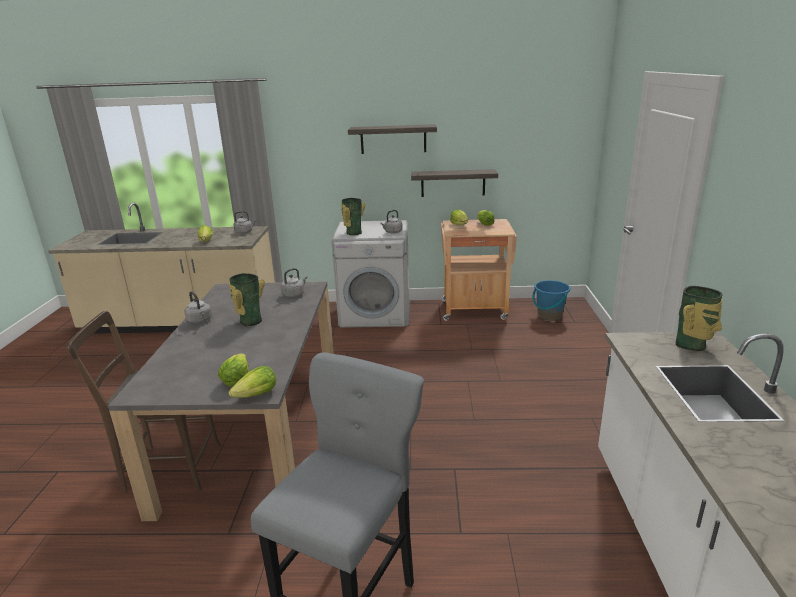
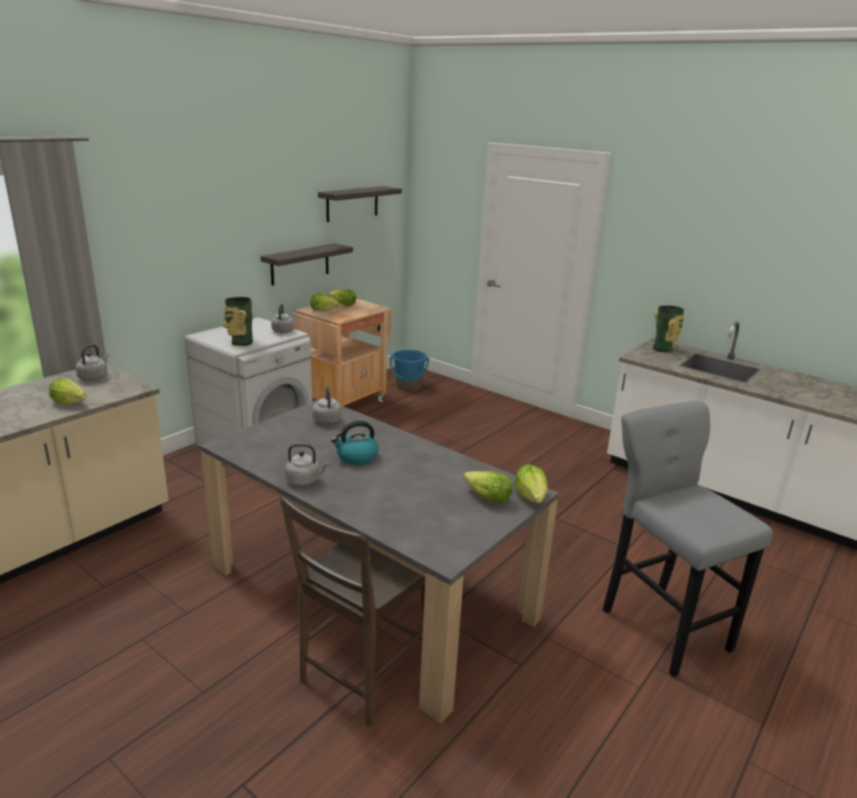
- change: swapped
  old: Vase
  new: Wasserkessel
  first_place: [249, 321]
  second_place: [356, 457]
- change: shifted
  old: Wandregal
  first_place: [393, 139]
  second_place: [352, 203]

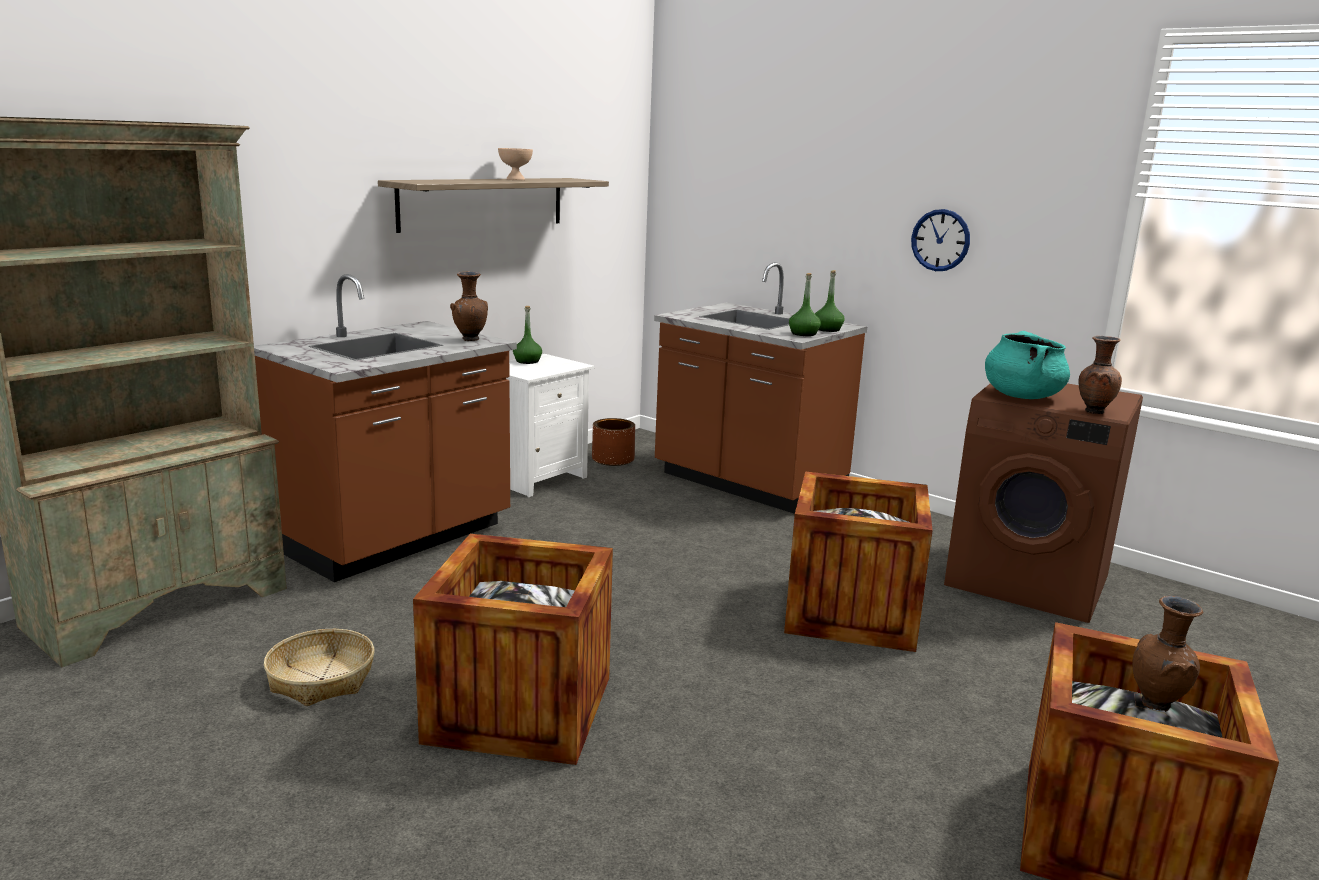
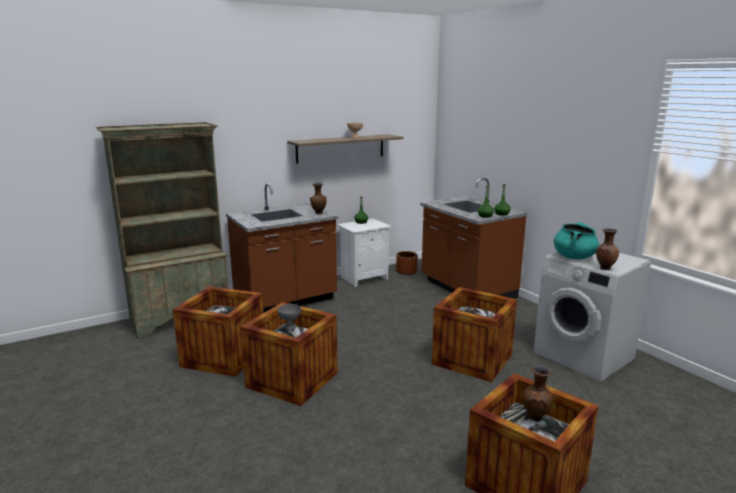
- change: swapped
  old: Korb
  new: Kiste
  first_place: [322, 679]
  second_place: [224, 356]
- change: gone
  old: Wanduhr
  first_place: [940, 240]
- change: repainted
  old: Waschmaschine (braun)
  new: Waschmaschine (weiß)
  first_place: [1026, 581]
  second_place: [582, 355]
- change: new
  new: Schüssel (grau)
  second_place: [290, 327]

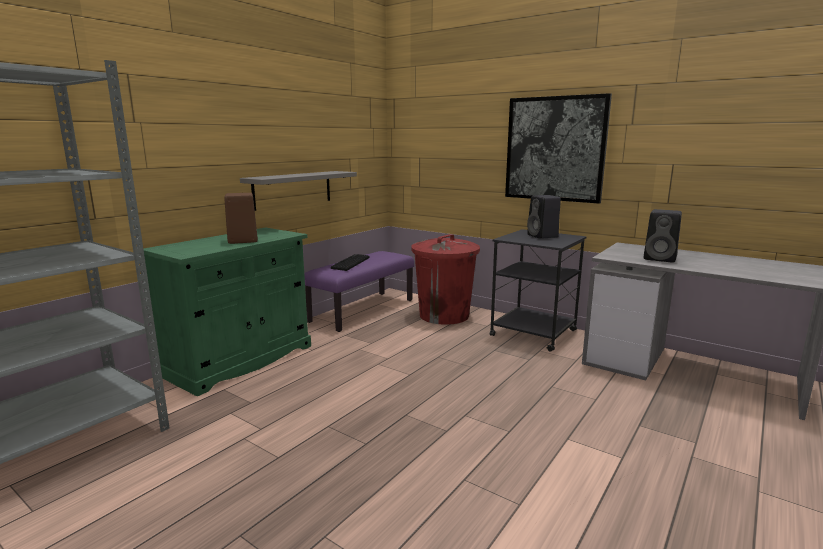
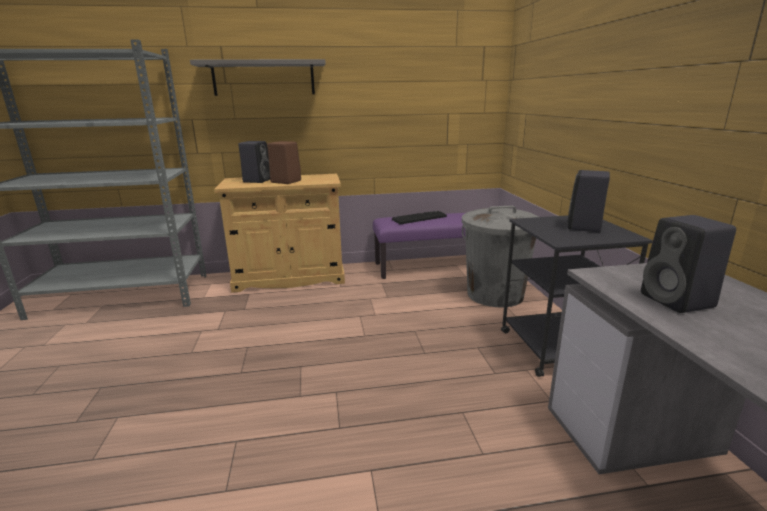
- change: repainted
  old: Schrank (grün)
  new: Schrank (beige)
  first_place: [240, 360]
  second_place: [290, 278]
- change: shifted
  old: Wandregal (grau)
  first_place: [293, 189]
  second_place: [263, 78]
- change: repainted
  old: Mülleimer (rot)
  new: Mülleimer (grau)
  first_place: [444, 315]
  second_place: [495, 294]
- change: gone
  old: Bild
  first_place: [555, 149]
- change: new
  new: Lautsprecher (schwarz)
  second_place: [257, 180]

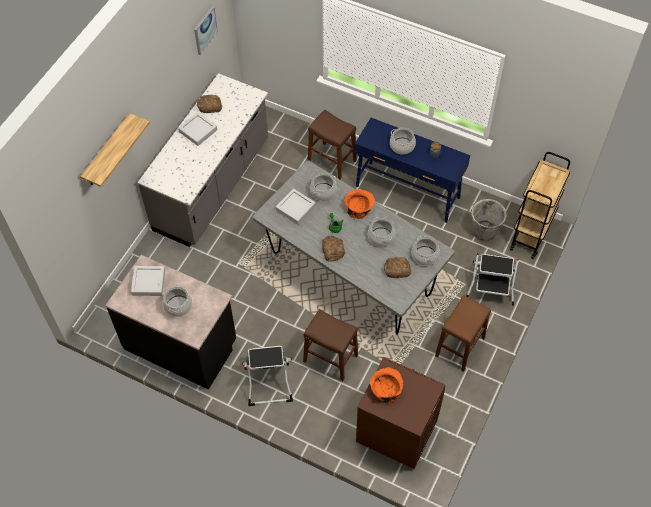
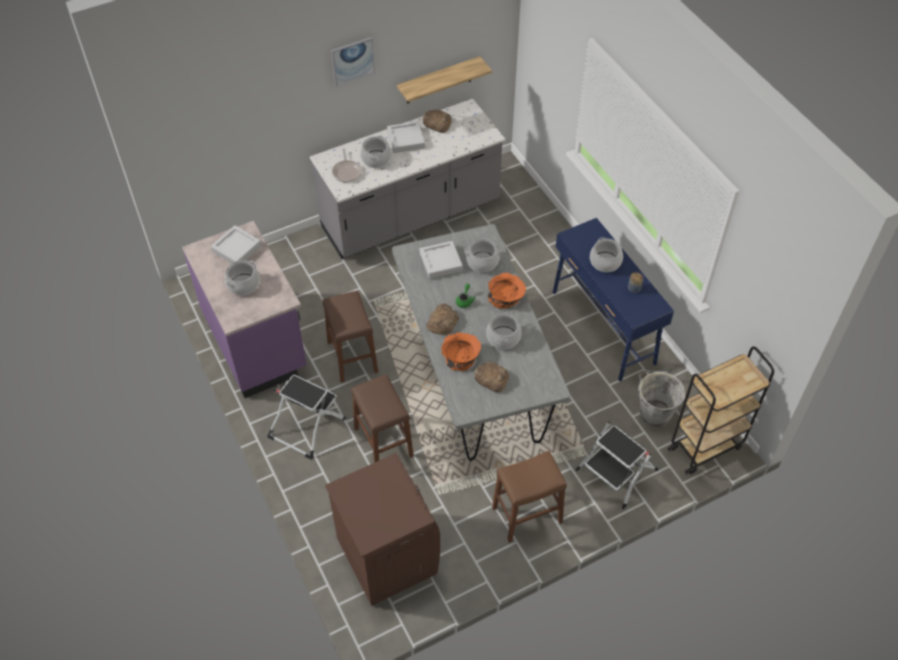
- change: shifted
  old: Wandregal
  first_place: [107, 152]
  second_place: [438, 81]
- change: repainted
  old: Küchenzeile (schwarz)
  new: Küchenzeile (lila)
  first_place: [181, 344]
  second_place: [256, 342]
- change: shifted
  old: Bild
  first_place: [205, 30]
  second_place: [352, 61]
- change: shifted
  old: Hocker (braun)
  first_place: [332, 160]
  second_place: [352, 357]
- change: shifted
  old: Schüssel (orange)
  first_place: [386, 388]
  second_place: [461, 356]
- change: shifted
  old: Kochtopf
  first_place: [424, 255]
  second_place: [376, 159]
- change: new
  new: Pfanne
  second_place: [347, 172]

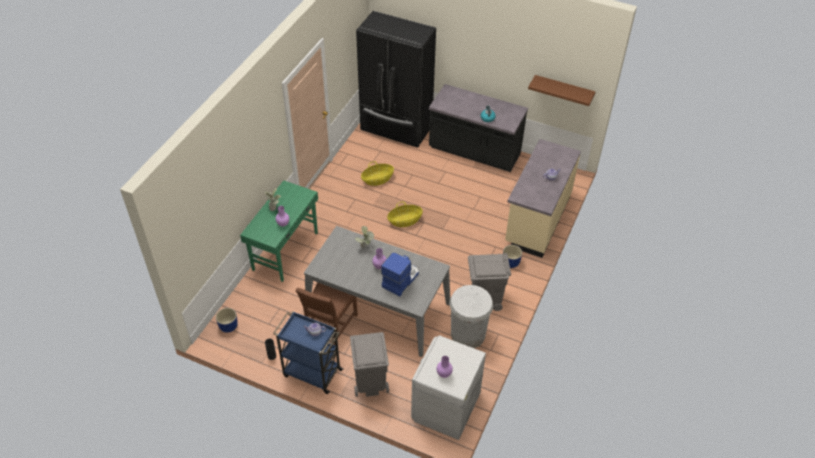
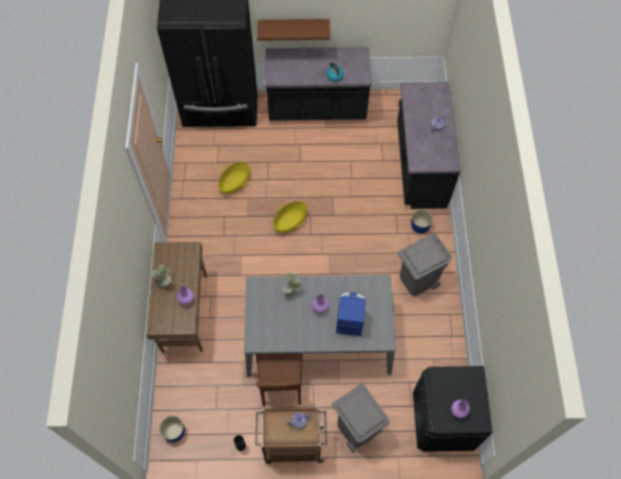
- change: repainted
  old: Konsolentisch (grün)
  new: Konsolentisch (braun)
  first_place: [285, 251]
  second_place: [184, 312]
- change: repainted
  old: Rollwagen (blau)
  new: Rollwagen (braun)
  first_place: [311, 372]
  second_place: [292, 445]
- change: repainted
  old: Waschmaschine (weiß)
  new: Waschmaschine (schwarz)
  first_place: [444, 406]
  second_place: [442, 420]
- change: gone
  old: Mülleimer (weiß)
  first_place: [468, 334]
- change: repainted
  old: Küchenzeile (beige)
  new: Küchenzeile (schwarz)
  first_place: [537, 219]
  second_place: [419, 165]
- change: shifted
  old: Wandregal (braun)
  first_place: [563, 90]
  second_place: [293, 26]

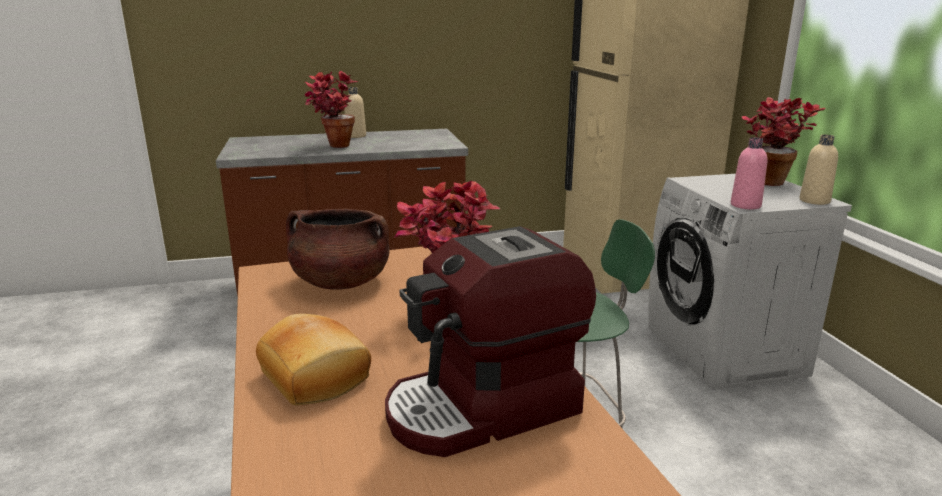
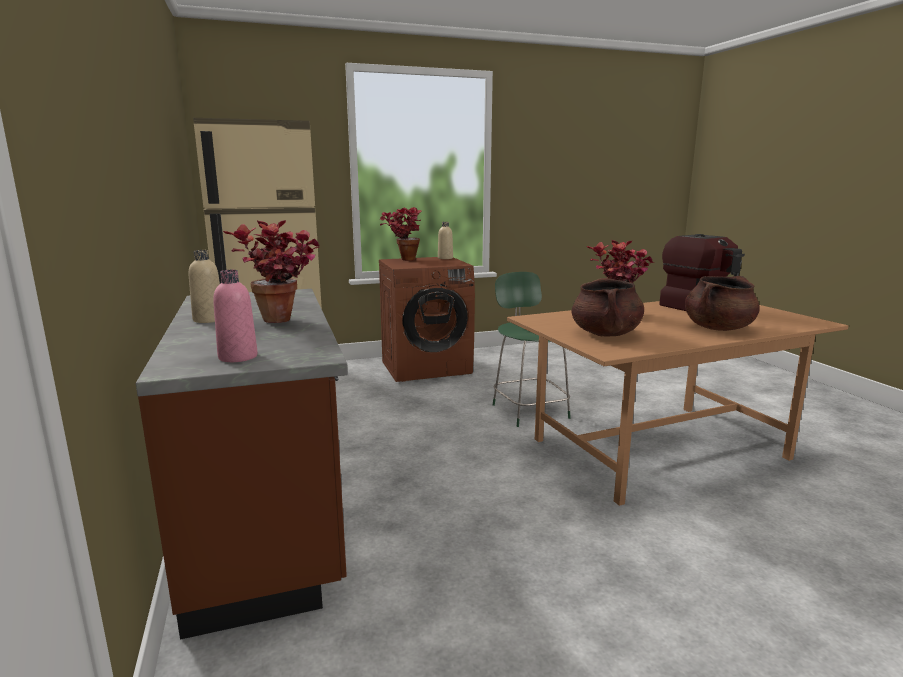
- change: swapped
  old: Brot
  new: Kochtopf (braun)
  first_place: [317, 376]
  second_place: [718, 328]
- change: repainted
  old: Waschmaschine (weiß)
  new: Waschmaschine (braun)
  first_place: [723, 354]
  second_place: [426, 369]
- change: shifted
  old: Flasche (rosa)
  first_place: [745, 205]
  second_place: [238, 357]

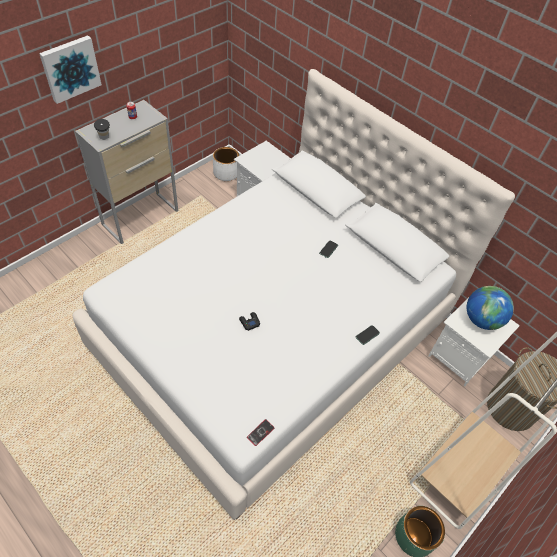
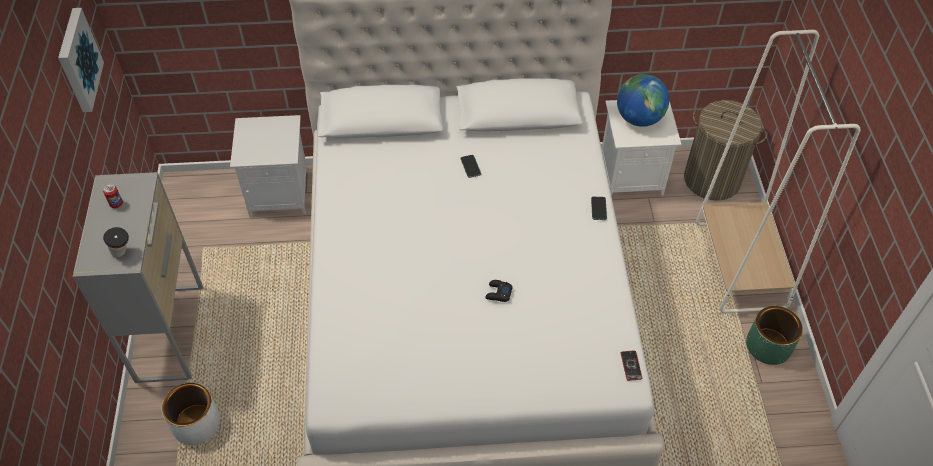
- change: shifted
  old: Bild
  first_place: [70, 68]
  second_place: [77, 60]
- change: shifted
  old: Pflanzkübel (weiß)
  first_place: [226, 173]
  second_place: [196, 423]

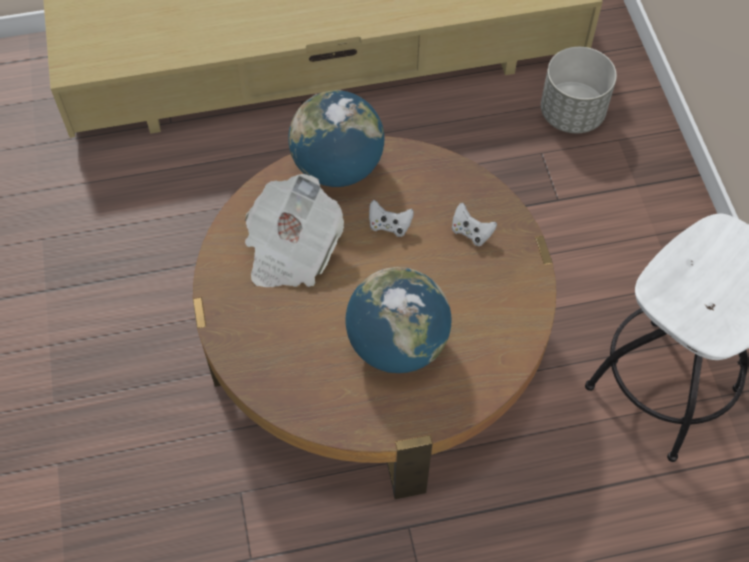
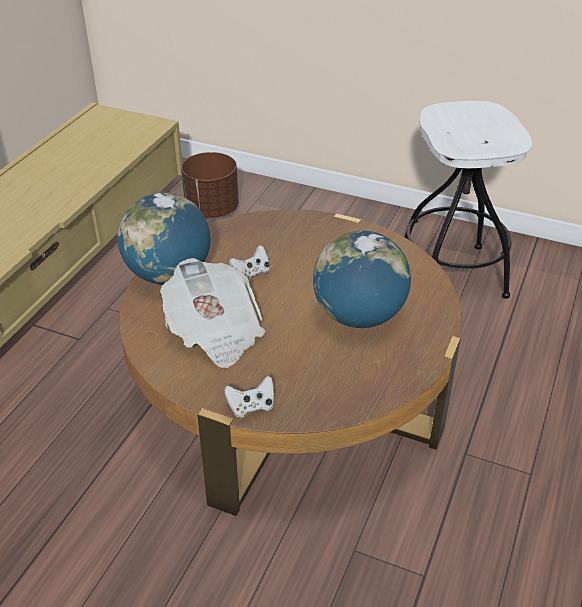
- change: shifted
  old: Gamepad (weiß)
  first_place: [471, 232]
  second_place: [251, 407]
- change: repainted
  old: Pflanzkübel (grau)
  new: Pflanzkübel (braun)
  first_place: [571, 113]
  second_place: [211, 210]

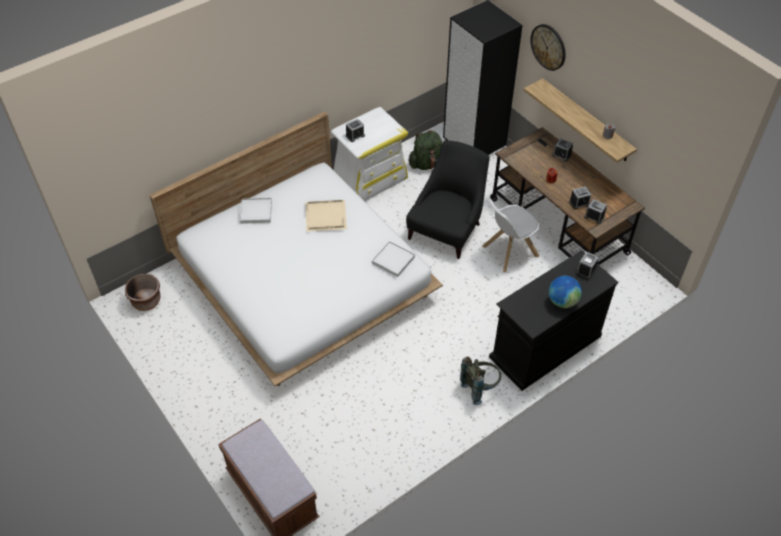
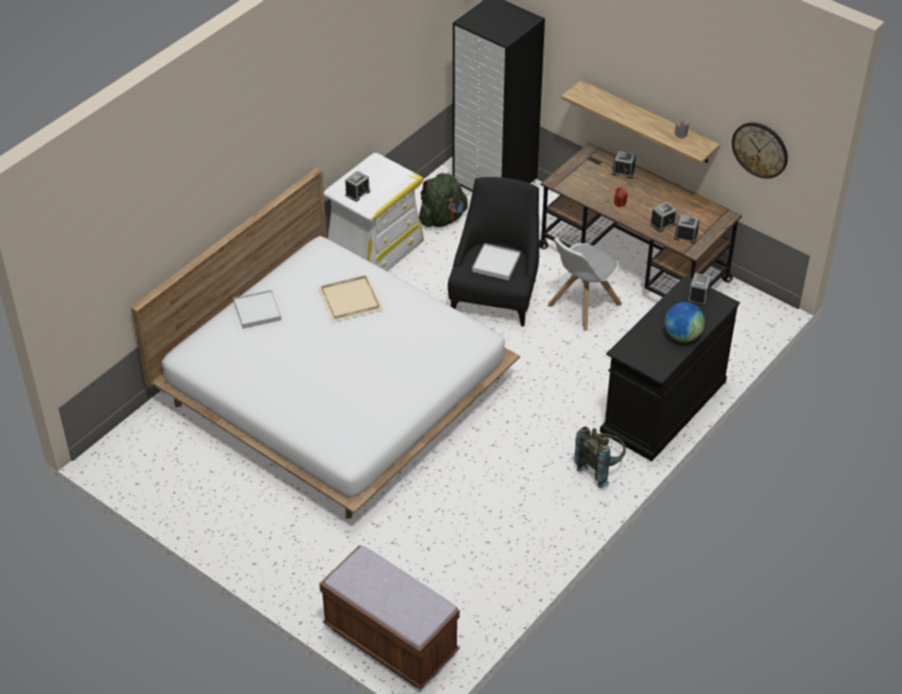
- change: gone
  old: Pflanzkübel (braun)
  first_place: [146, 301]
- change: shifted
  old: Tablett (weiß)
  first_place: [393, 260]
  second_place: [496, 264]
- change: shifted
  old: Wanduhr
  first_place: [548, 47]
  second_place: [760, 149]

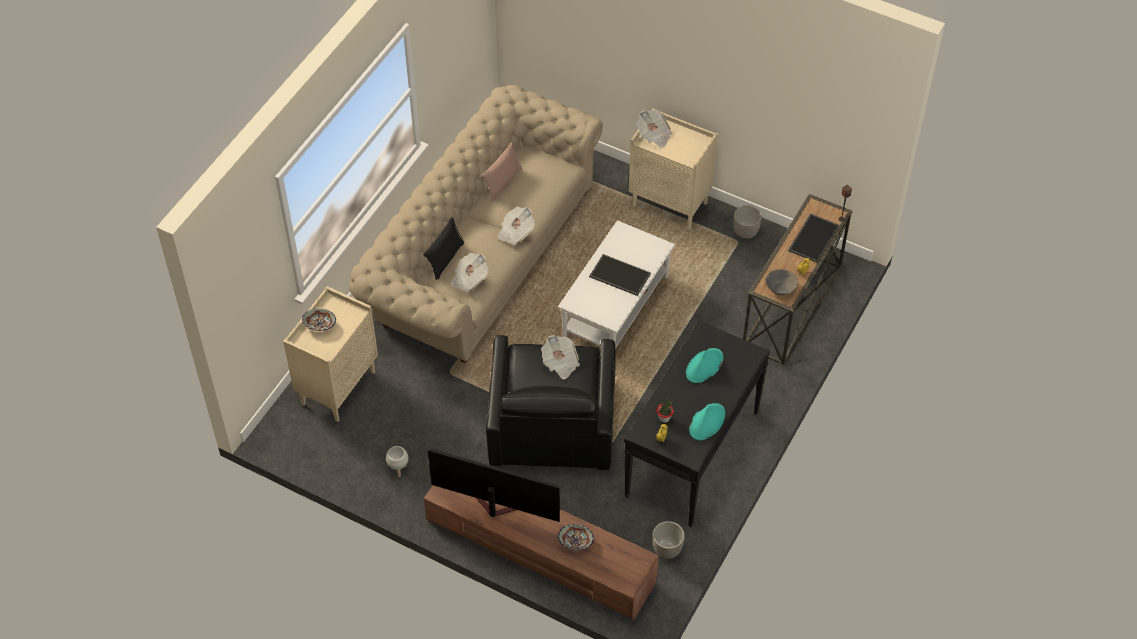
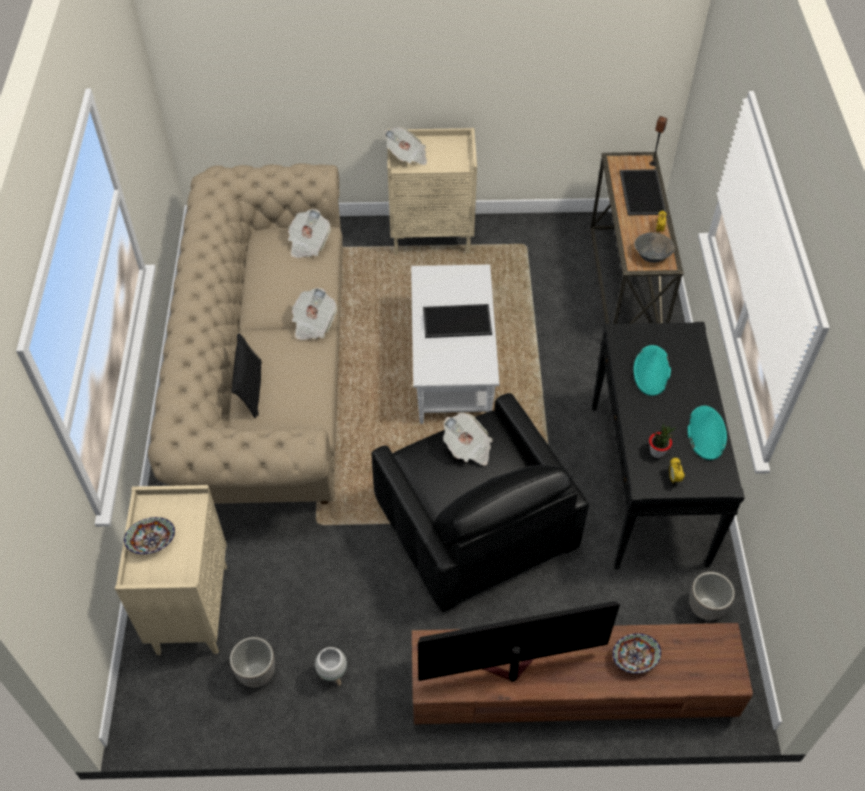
- change: shifted
  old: Zeitung
  first_place: [469, 279]
  second_place: [308, 243]
- change: gone
  old: Kissen (beige)
  first_place: [502, 182]
- change: shifted
  old: Pflanzkübel
  first_place: [746, 233]
  second_place: [257, 673]

